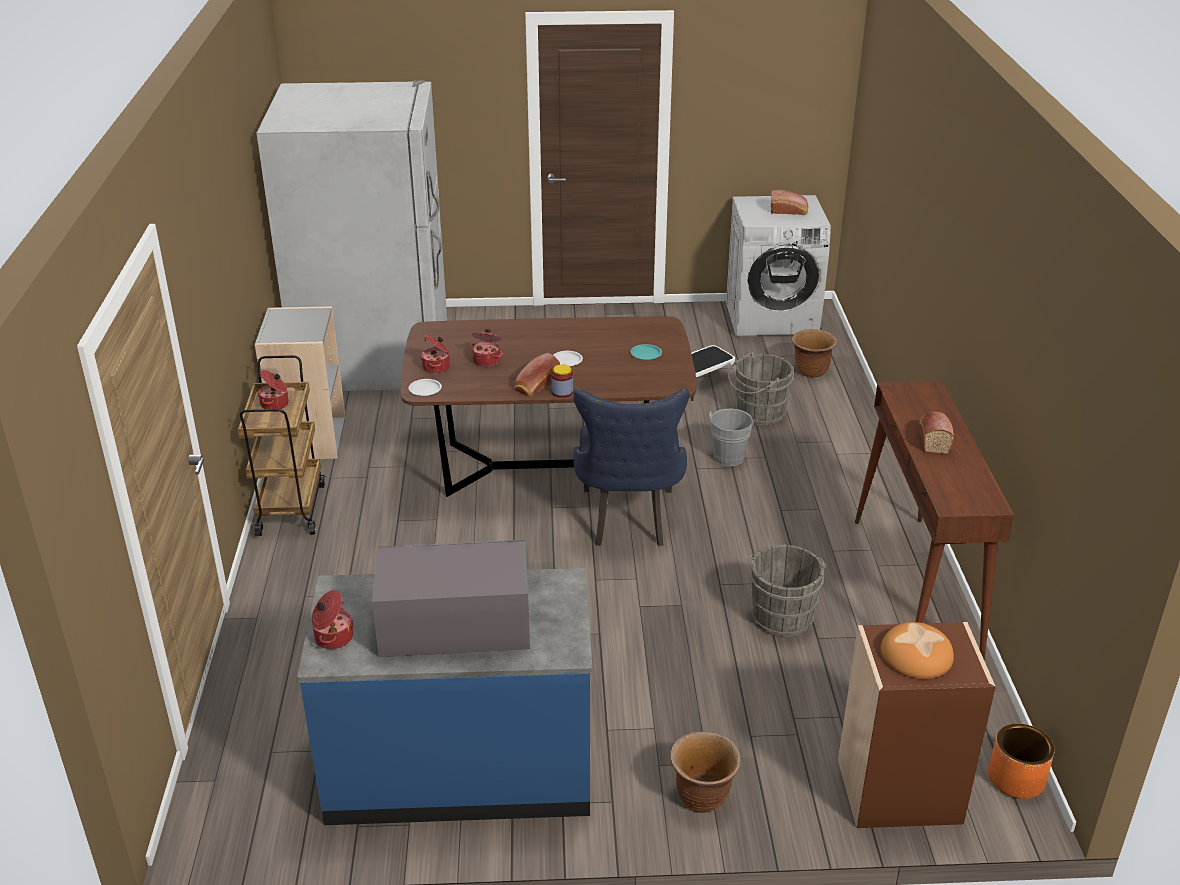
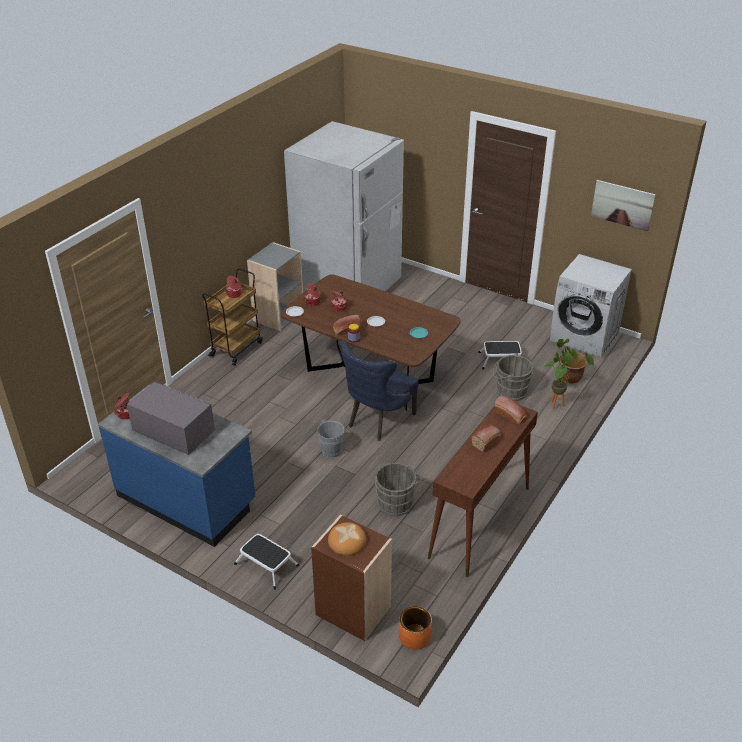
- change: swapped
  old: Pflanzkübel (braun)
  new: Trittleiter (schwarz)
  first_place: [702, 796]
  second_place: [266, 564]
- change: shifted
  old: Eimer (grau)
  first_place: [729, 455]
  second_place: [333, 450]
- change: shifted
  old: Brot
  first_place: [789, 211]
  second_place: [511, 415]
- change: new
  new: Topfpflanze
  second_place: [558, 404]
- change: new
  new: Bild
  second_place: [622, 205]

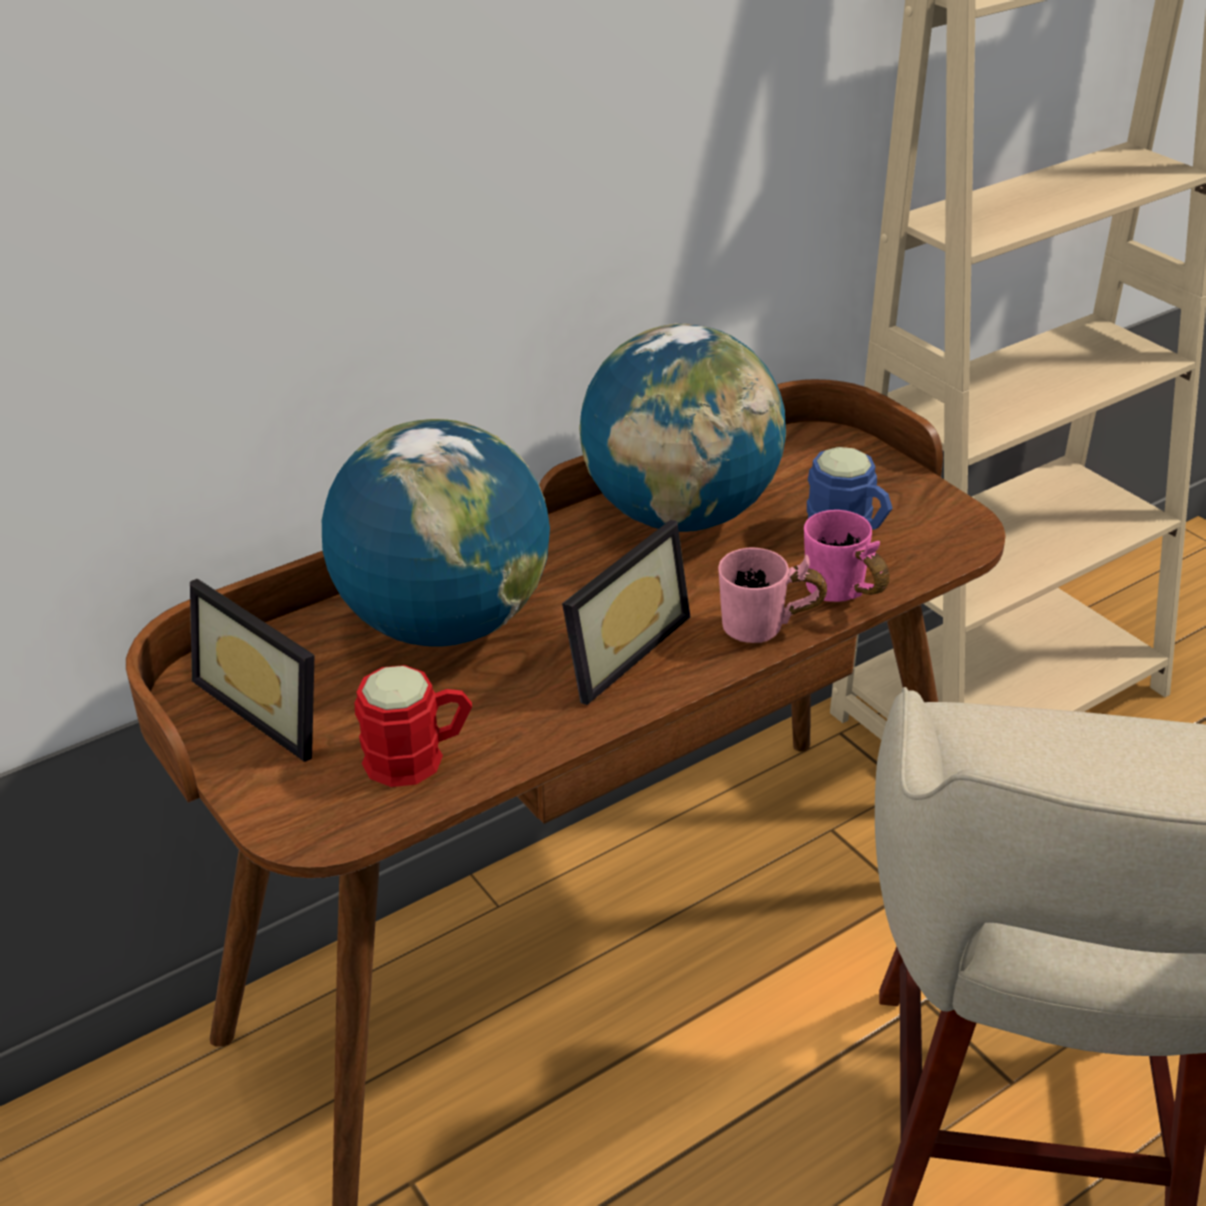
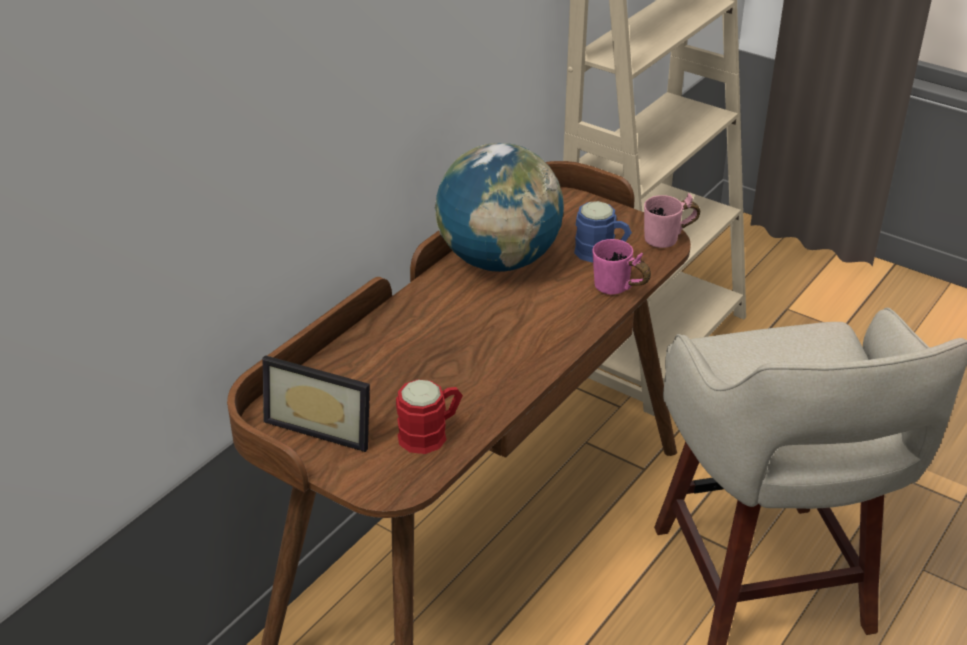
- change: gone
  old: Globus
  first_place: [444, 624]
- change: gone
  old: Bilderrahmen
  first_place: [614, 648]
- change: shifted
  old: Henkelbecher (rosa)
  first_place: [766, 633]
  second_place: [669, 242]

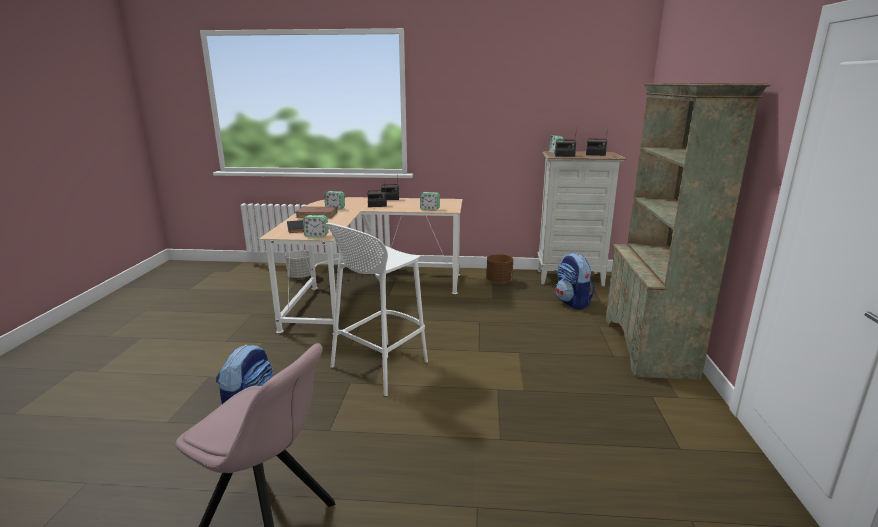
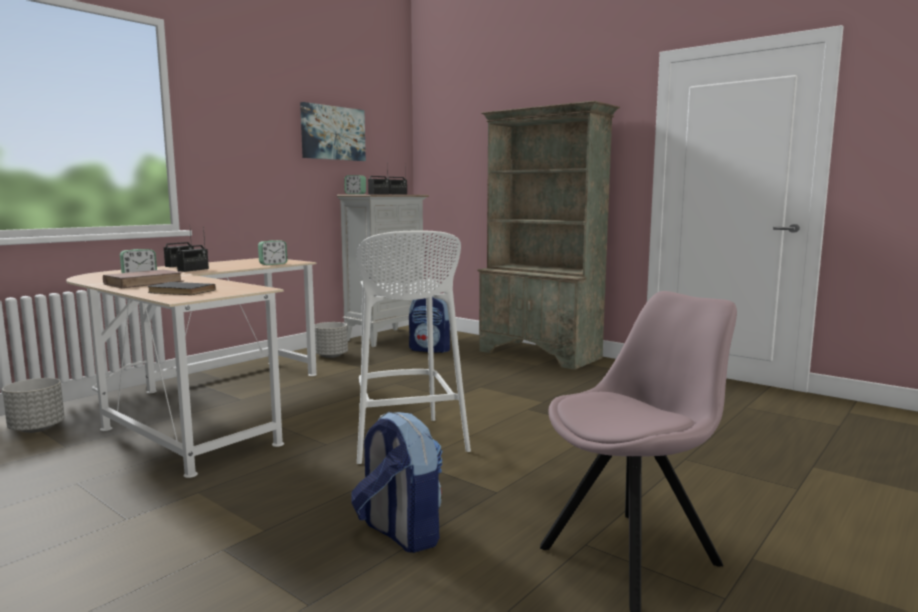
- change: gone
  old: Wecker
  first_place: [316, 236]
- change: repainted
  old: Pflanzkübel (braun)
  new: Pflanzkübel (grau)
  first_place: [499, 281]
  second_place: [331, 356]
- change: new
  new: Bild
  second_place: [333, 133]

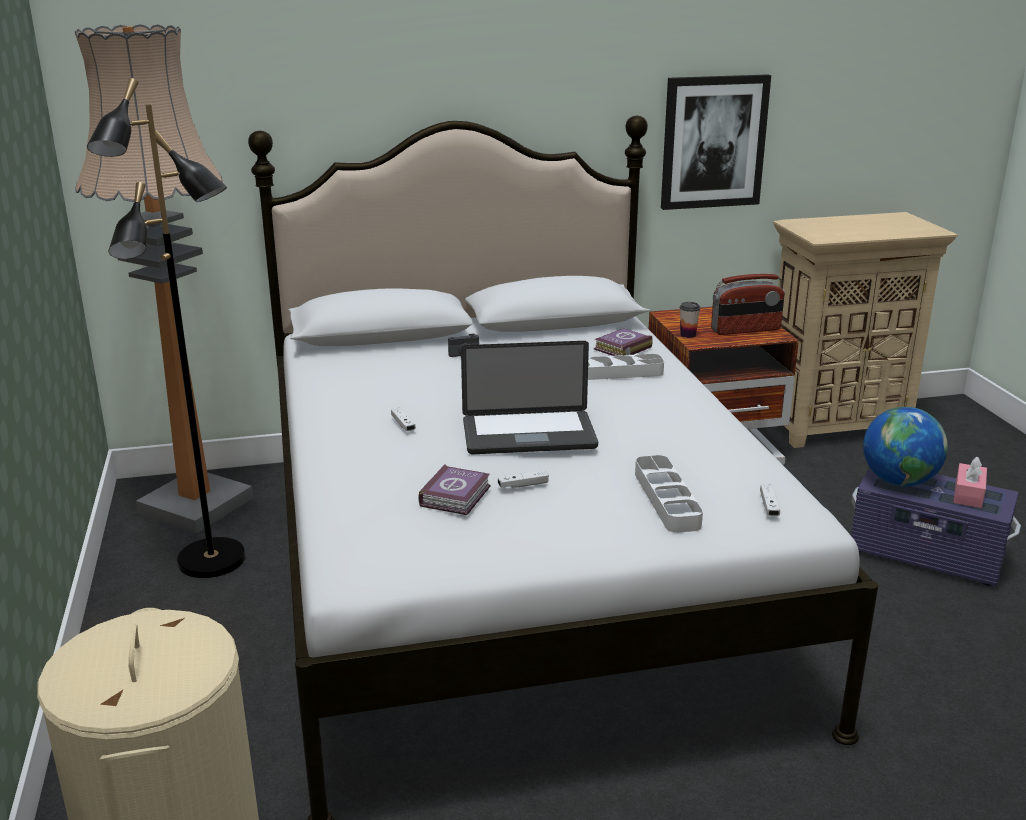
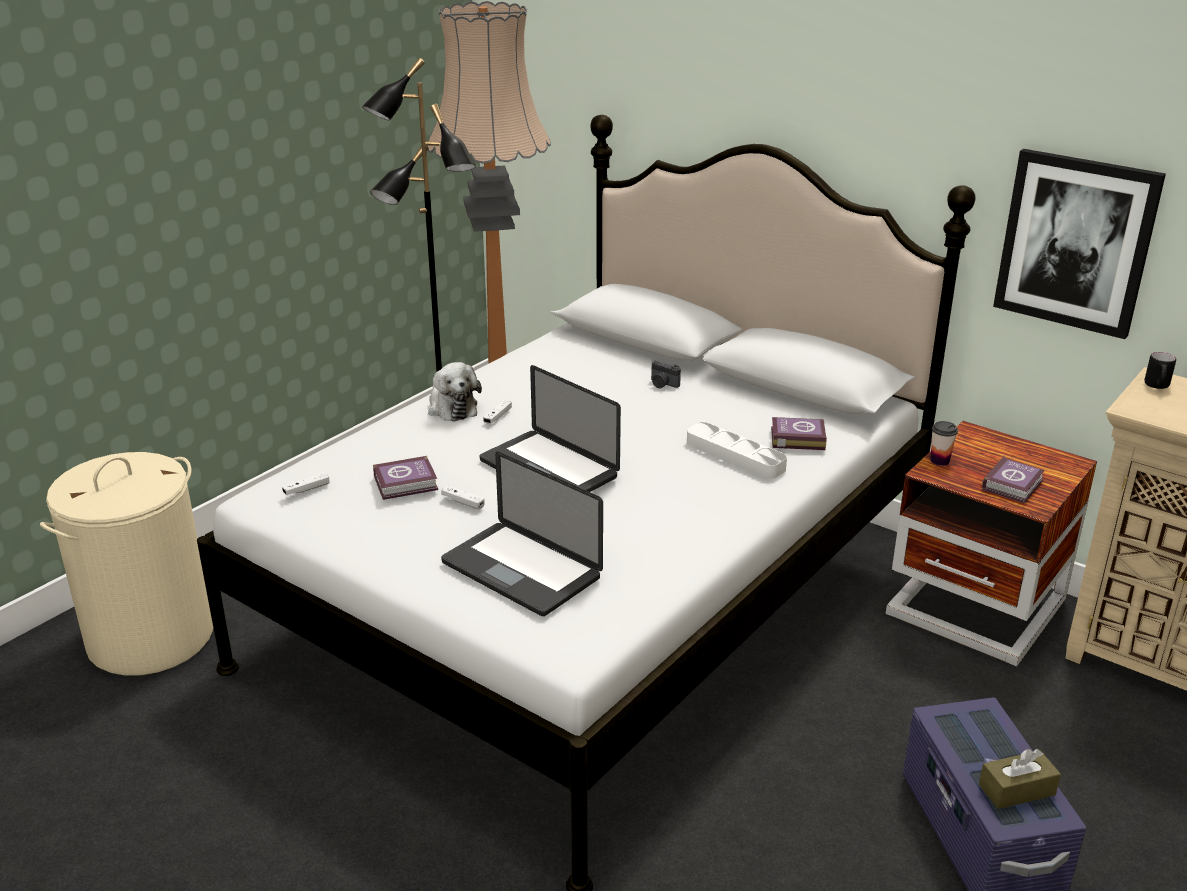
- change: swapped
  old: Tablett (weiß)
  new: Laptop
  first_place: [666, 499]
  second_place: [521, 570]
- change: swapped
  old: Radio
  new: Buch
  first_place: [746, 330]
  second_place: [1014, 484]
- change: shifted
  old: Gamepad (weiß)
  first_place: [769, 506]
  second_place: [306, 489]
- change: gone
  old: Globus
  first_place: [899, 481]
- change: repainted
  old: Taschentuchbox (rosa)
  new: Taschentuchbox (braun)
  first_place: [968, 494]
  second_place: [1016, 790]
- change: new
  new: Plüschtier
  second_place: [451, 407]
- change: new
  new: Henkelbecher (schwarz)
  second_place: [1157, 386]

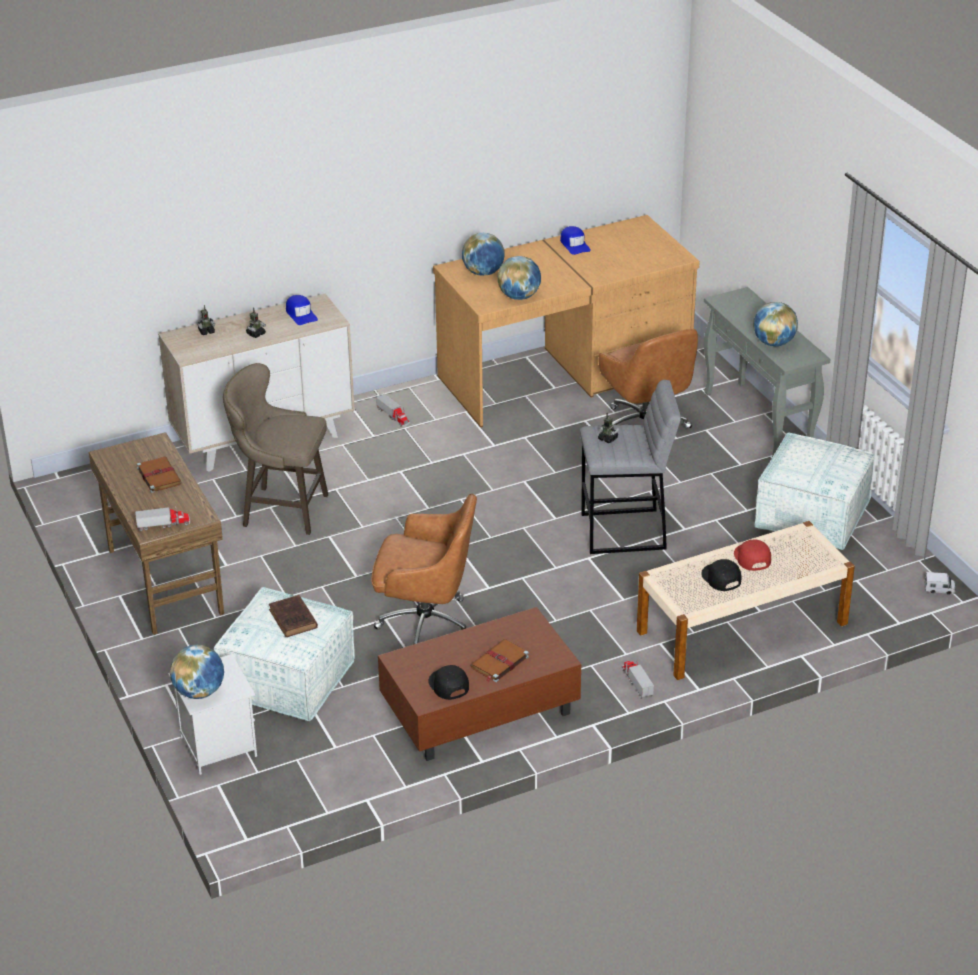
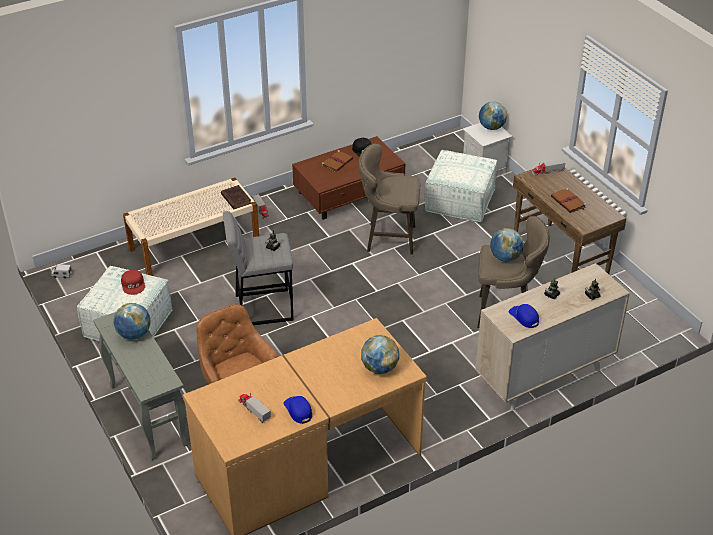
- change: shifted
  old: Buch (braun)
  first_place: [293, 620]
  second_place: [235, 198]
- change: swapped
  old: Bürostuhl (braun)
  new: Hocker (beige)
  first_place: [425, 623]
  second_place: [388, 238]
- change: shifted
  old: Spielzeuglaster
  first_place: [393, 416]
  second_place: [254, 410]
- change: shifted
  old: Globus
  first_place: [519, 296]
  second_place: [505, 257]
- change: gone
  old: Kappe (schwarz)
  first_place: [720, 578]
- change: shifted
  old: Kappe (rot)
  first_place: [751, 558]
  second_place: [133, 284]

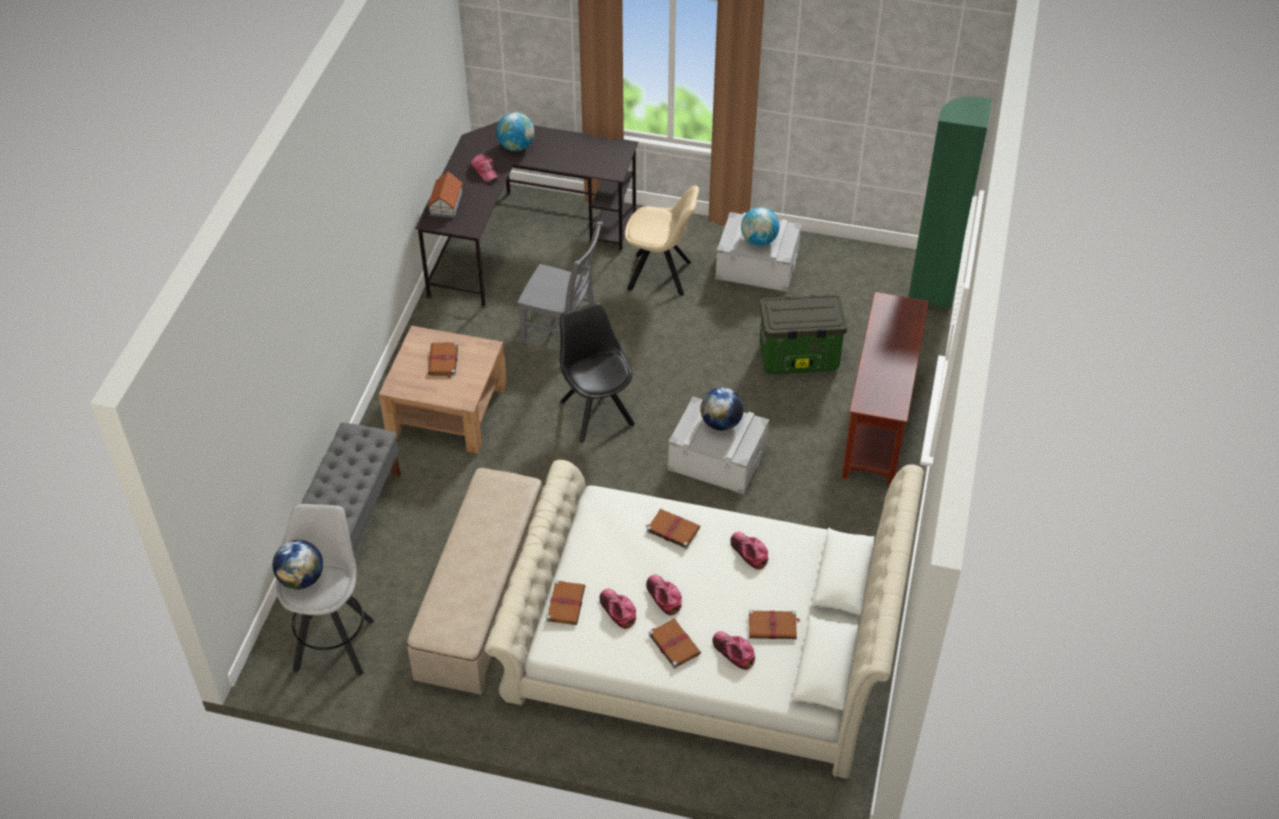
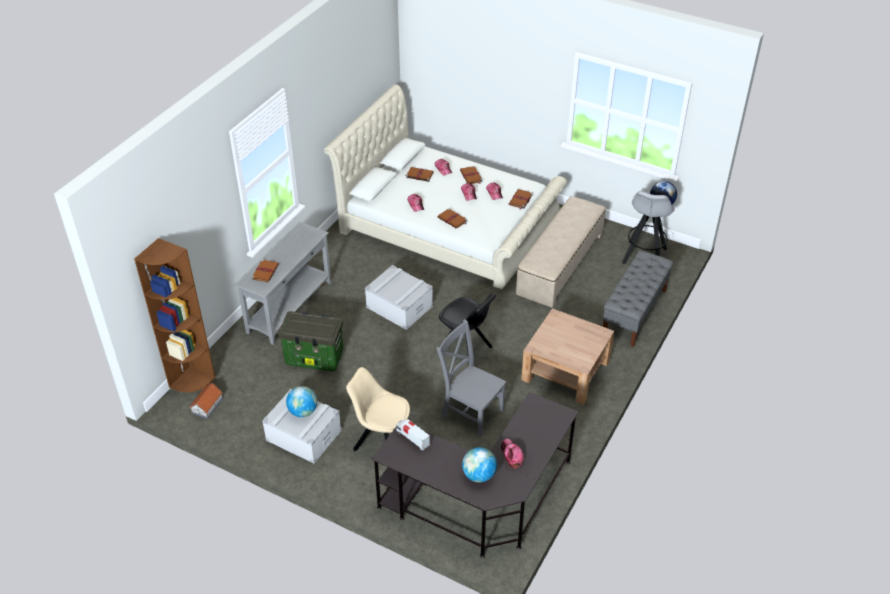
- change: shifted
  old: Spielzeughaus
  first_place: [445, 204]
  second_place: [207, 405]
- change: shifted
  old: Buch (braun)
  first_place: [443, 361]
  second_place: [265, 271]
- change: rotated
  old: Stuhl (schwarz)
  first_place: [596, 412]
  second_place: [465, 349]
  degrees: -45
- change: gone
  old: Globus
  first_place: [721, 423]
- change: repainted
  old: Konsolentisch (braun)
  new: Konsolentisch (grau)
  first_place: [879, 425]
  second_place: [289, 307]
- change: repainted
  old: Bücherregal (grün)
  new: Bücherregal (braun)
  first_place: [932, 296]
  second_place: [192, 384]
- change: new
  new: Spielzeuglaster
  second_place: [412, 438]

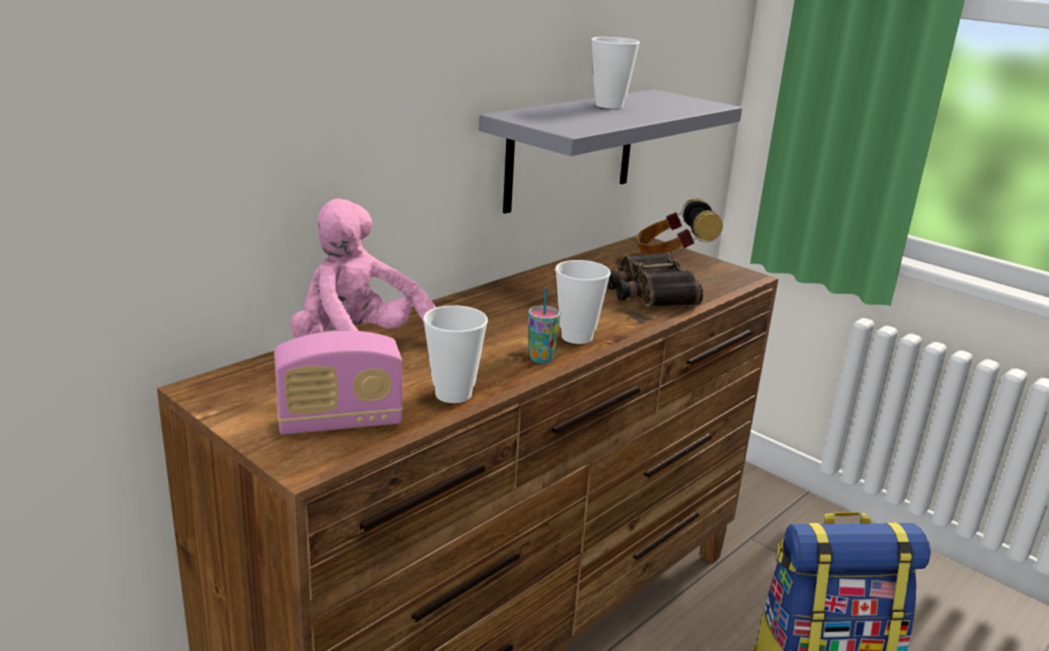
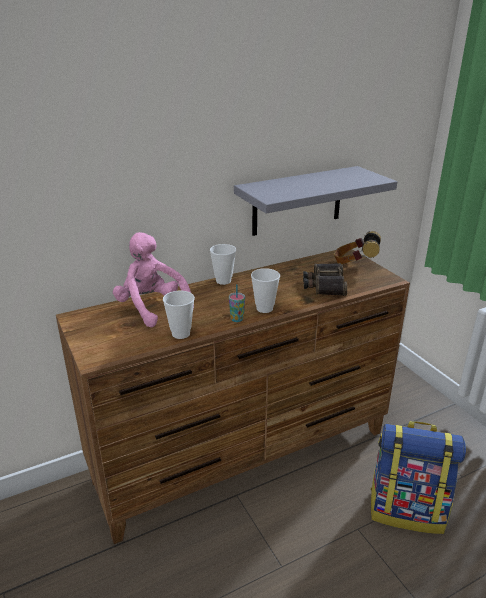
- change: gone
  old: Radio
  first_place: [340, 422]
- change: shifted
  old: Tasse
  first_place: [609, 105]
  second_place: [223, 281]

